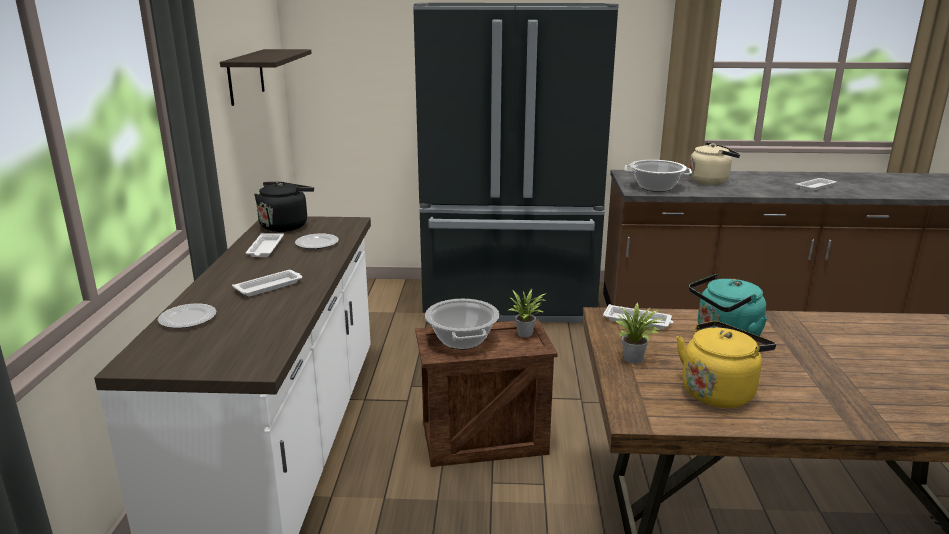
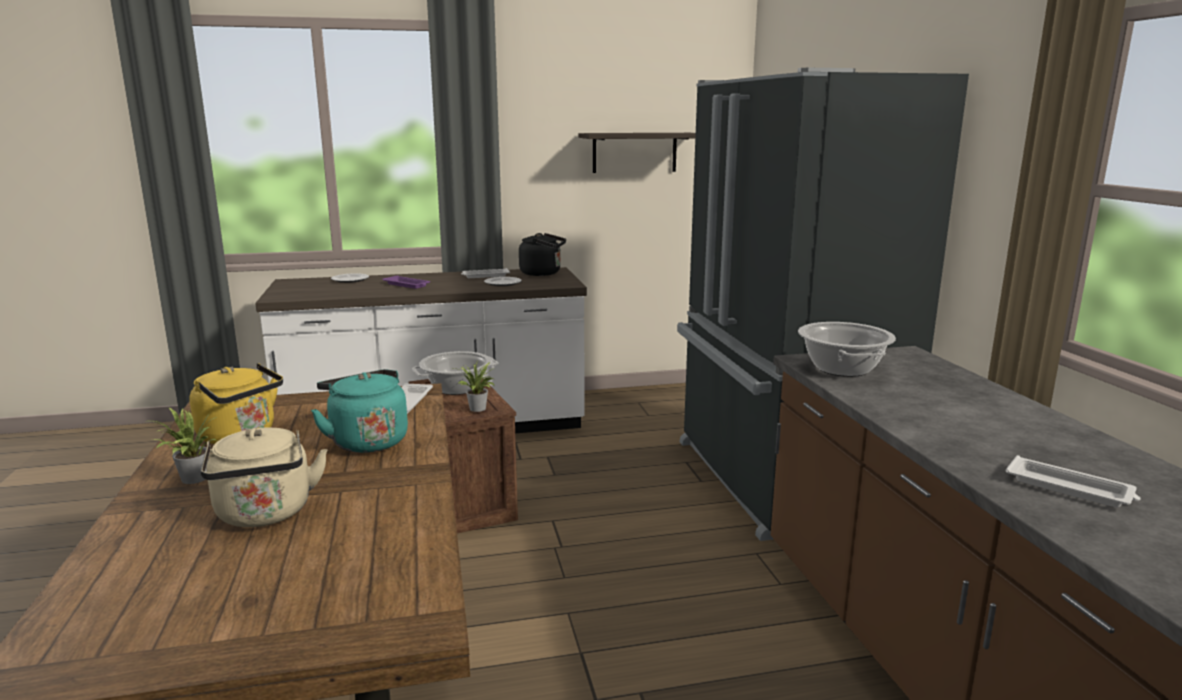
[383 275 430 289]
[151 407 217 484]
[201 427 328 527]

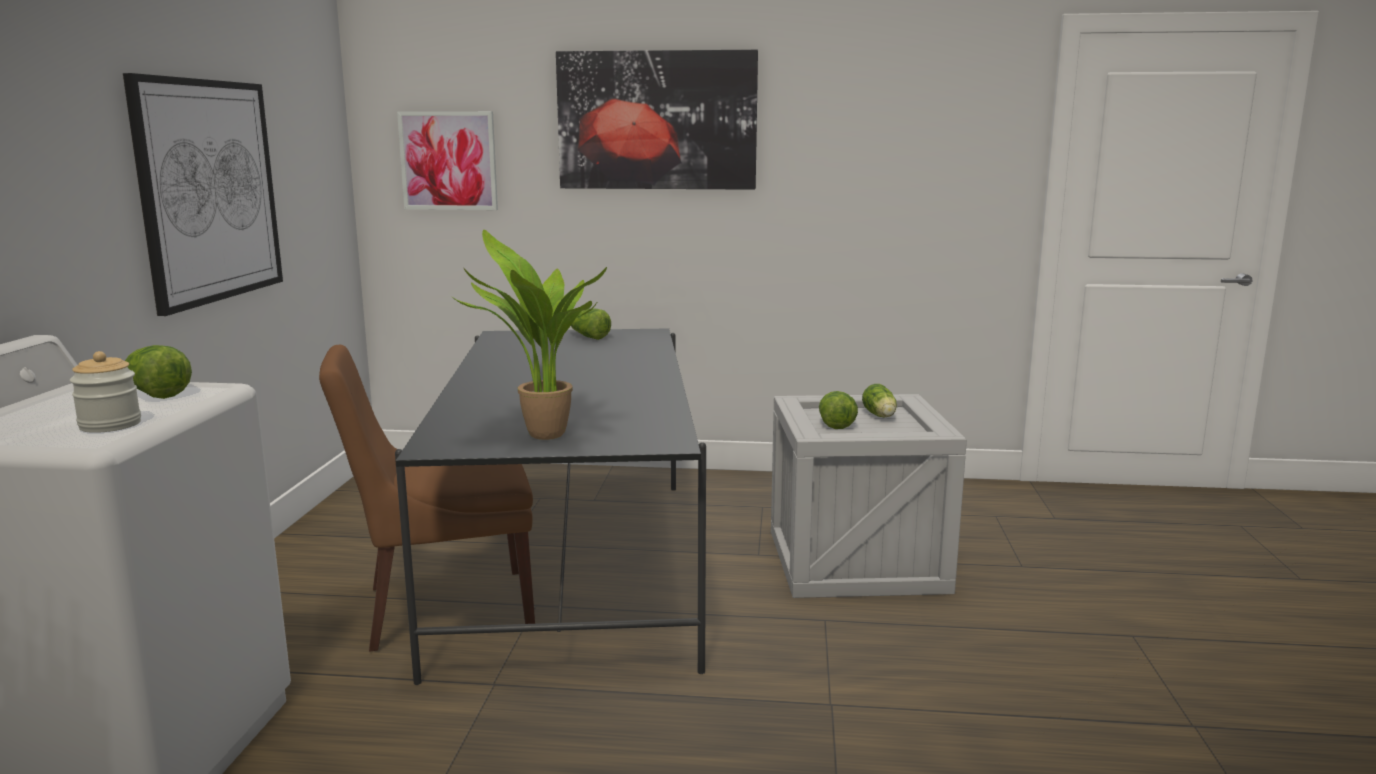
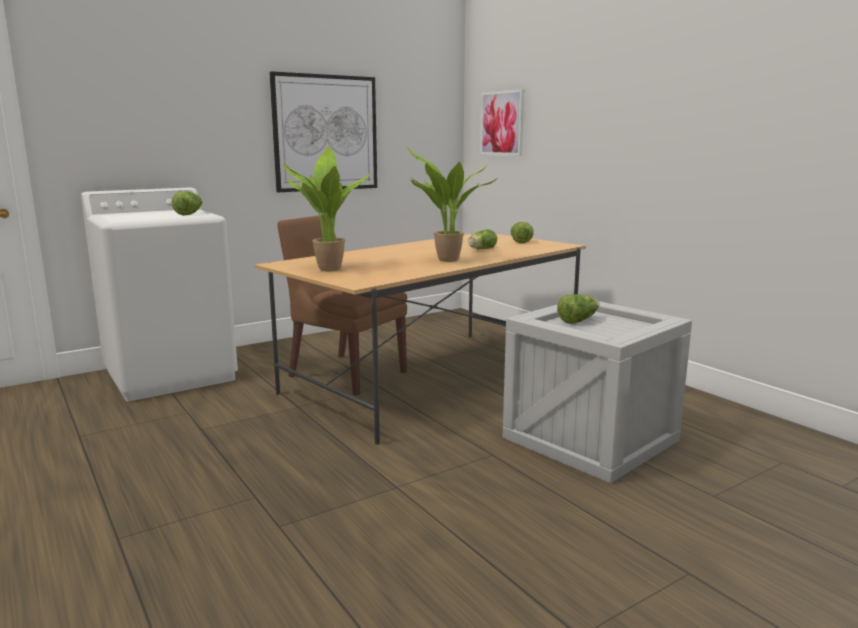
[70 351 141 433] (first image)
[255 233 586 445]
[556 50 758 190] (first image)
[468 229 497 249]
[407 147 497 262]

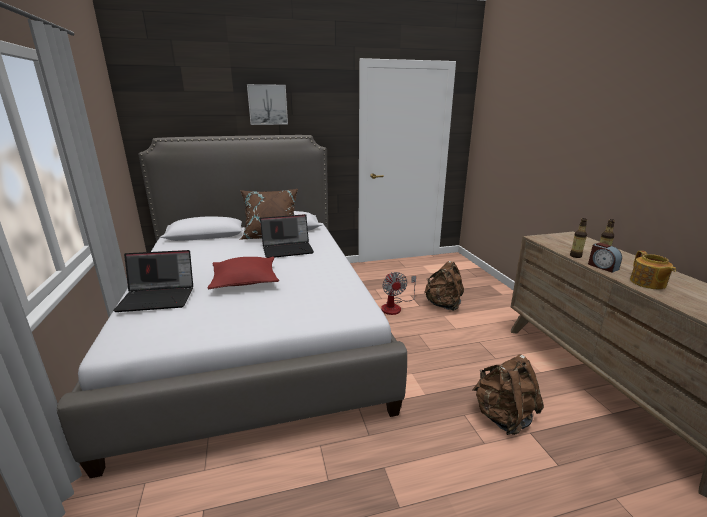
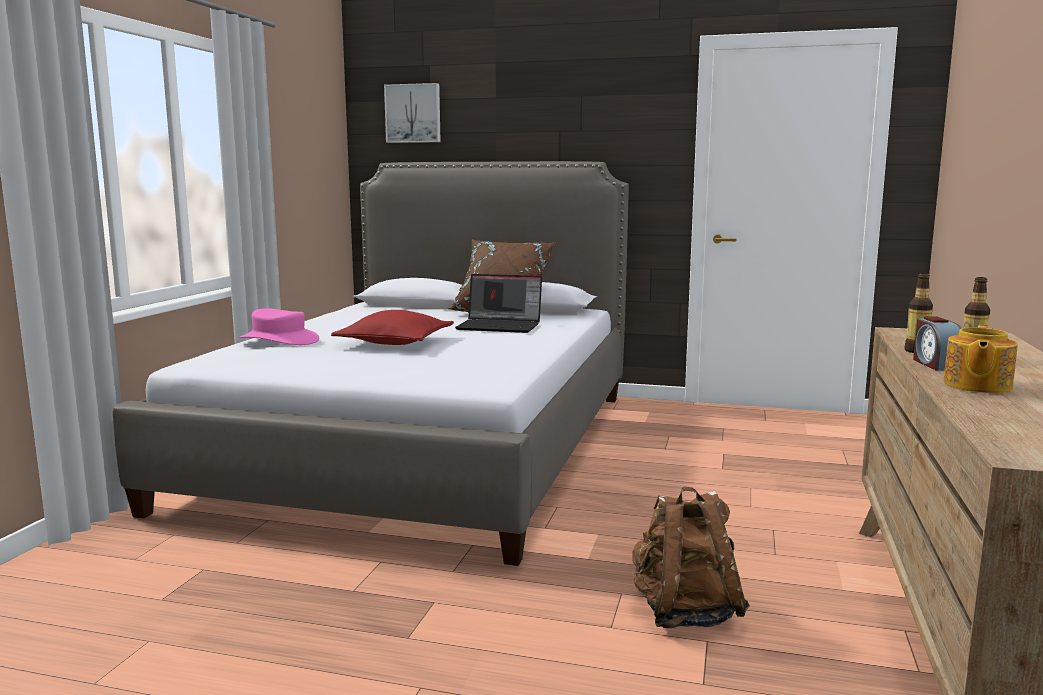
[238 308 319 345]
[384 83 441 143]
[381 272 416 315] (first image)
[424 261 464 311] (first image)

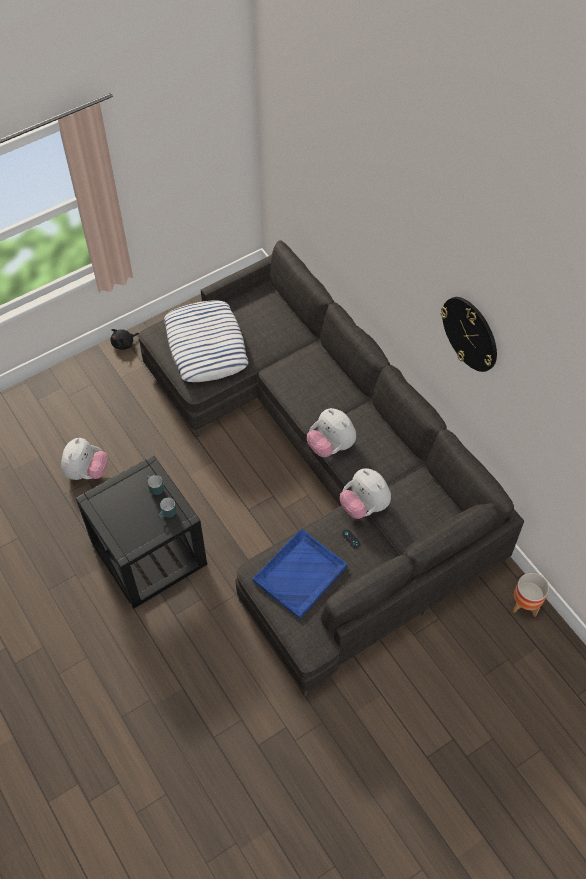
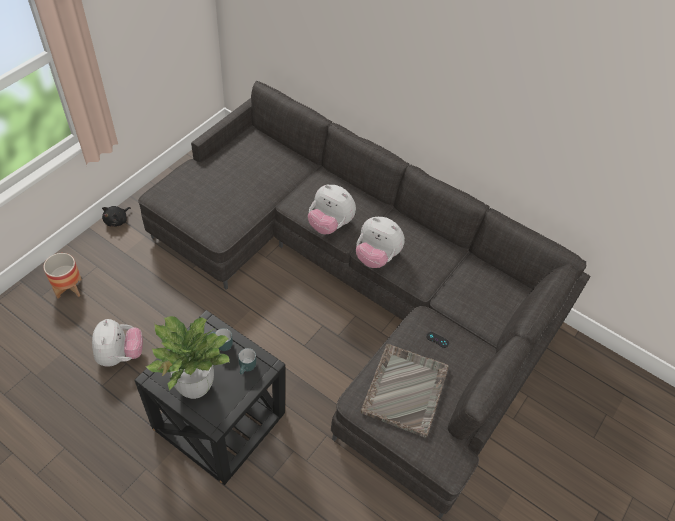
[164 300 249 382] (first image)
[361 344 449 438]
[308 184 356 234]
[441 297 497 372] (first image)
[43 253 82 299]
[146 316 230 399]

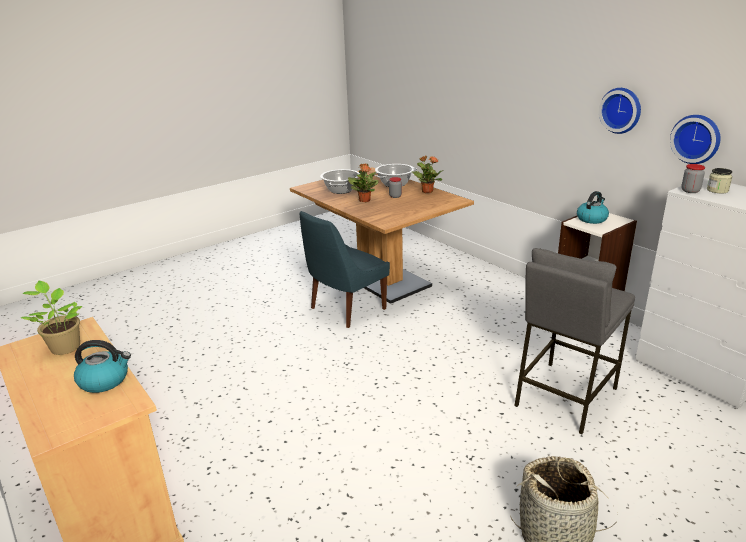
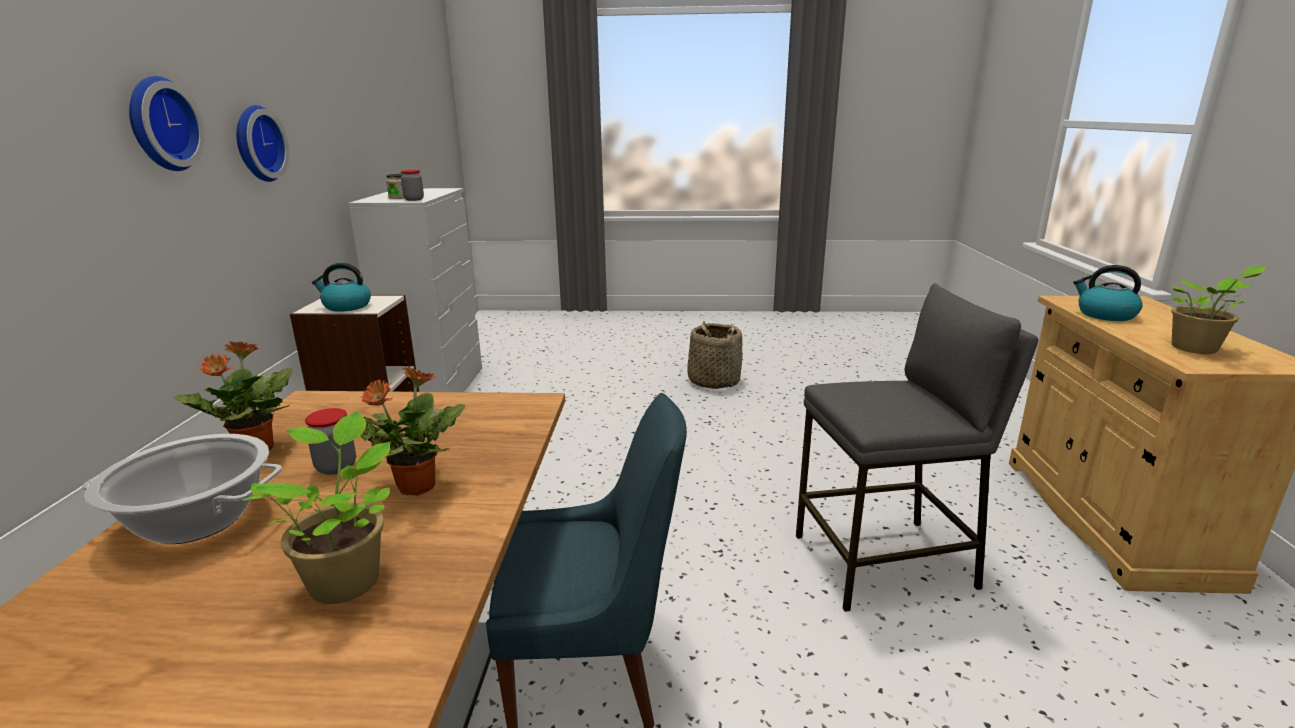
[242 411 391 604]
[796 283 1038 612]
[129 76 205 171]

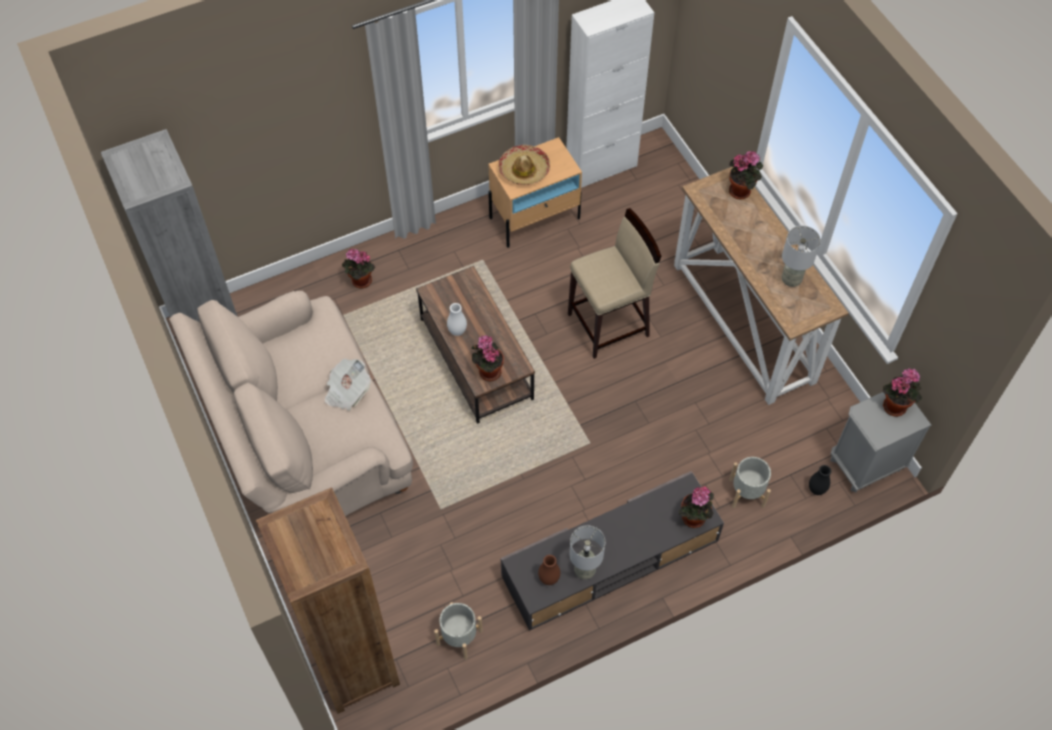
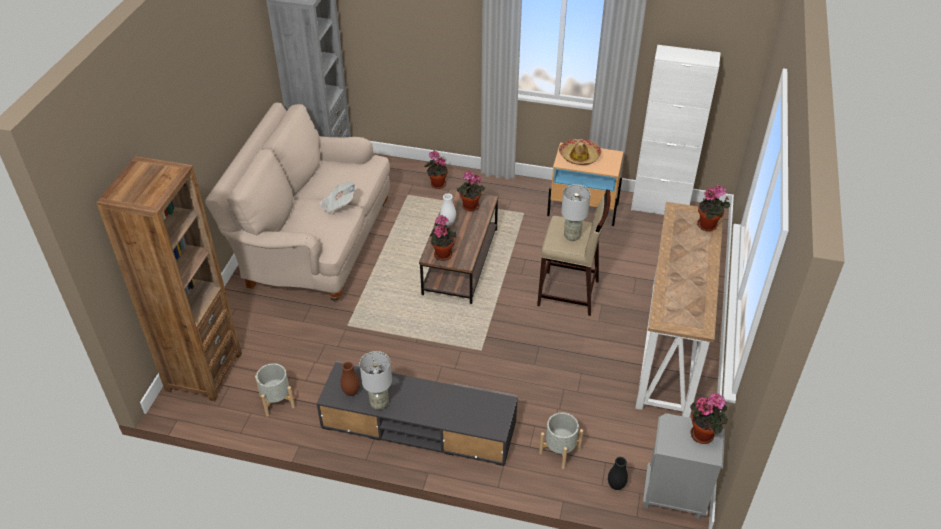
[457 171 485 211]
[561 184 591 241]

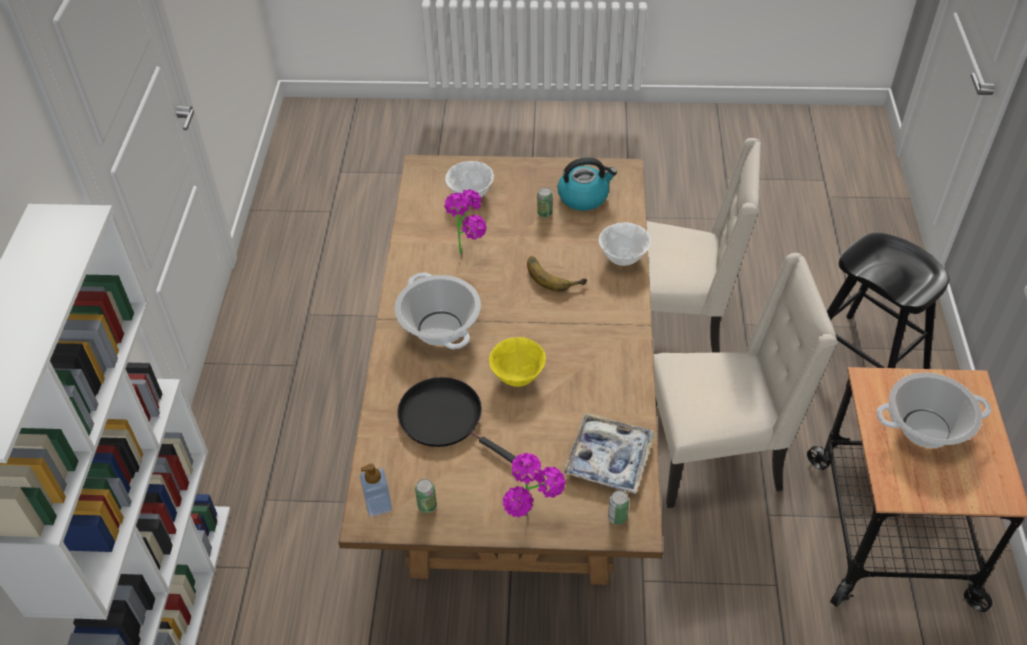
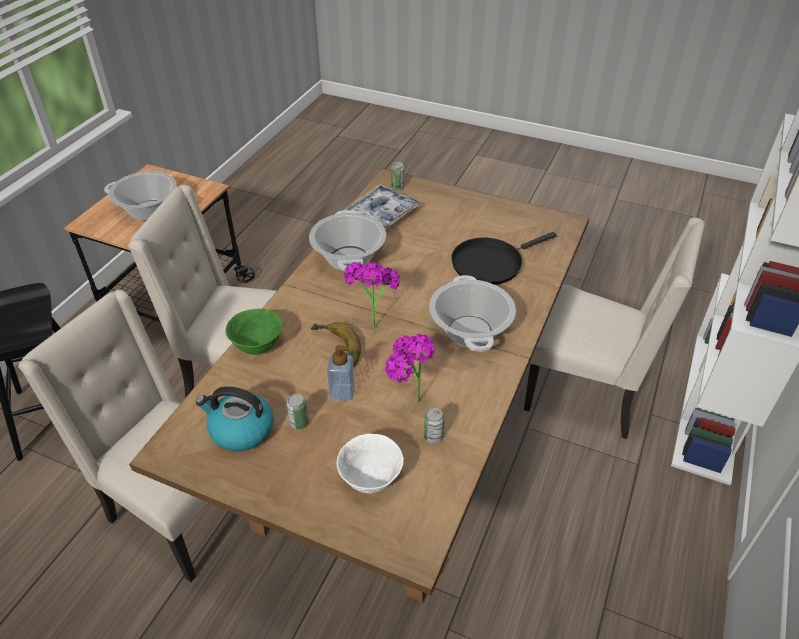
[327 345 355 401]
[451 232 557 285]
[424 408 444 444]
[489 337 546 387] (first image)
[343 262 400 329]
[226 309 283 355]
[309 210 386 271]
[524 217 705 439]

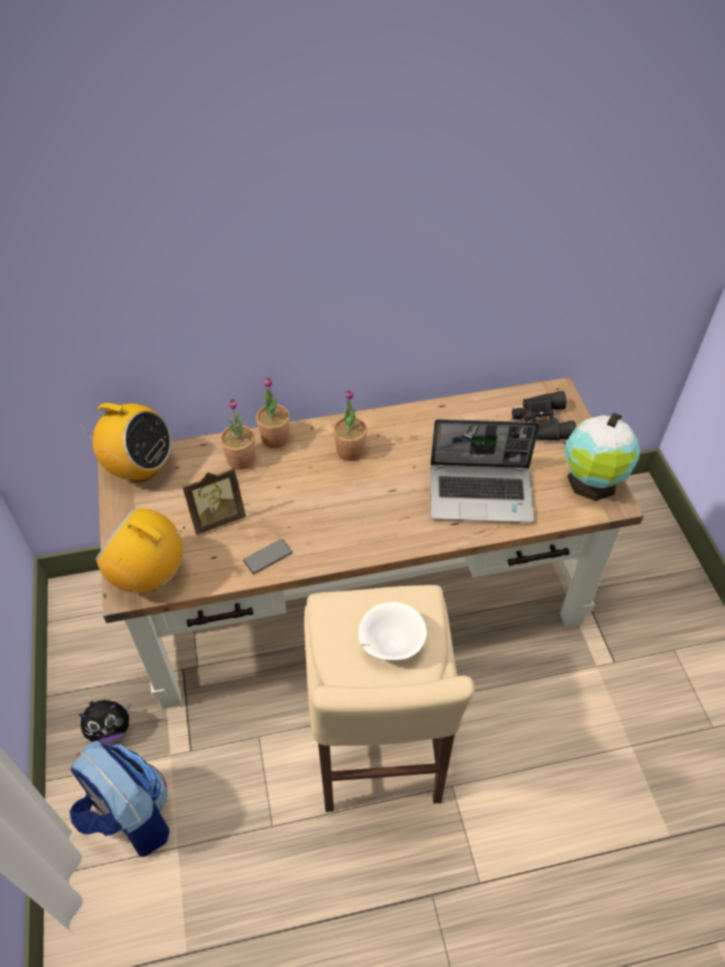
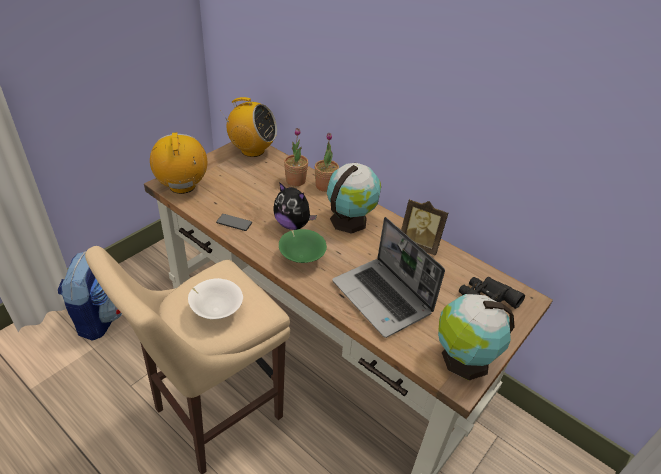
[220 97 277 157]
[273 182 317 230]
[401 199 449 256]
[327 163 381 234]
[279 229 327 263]

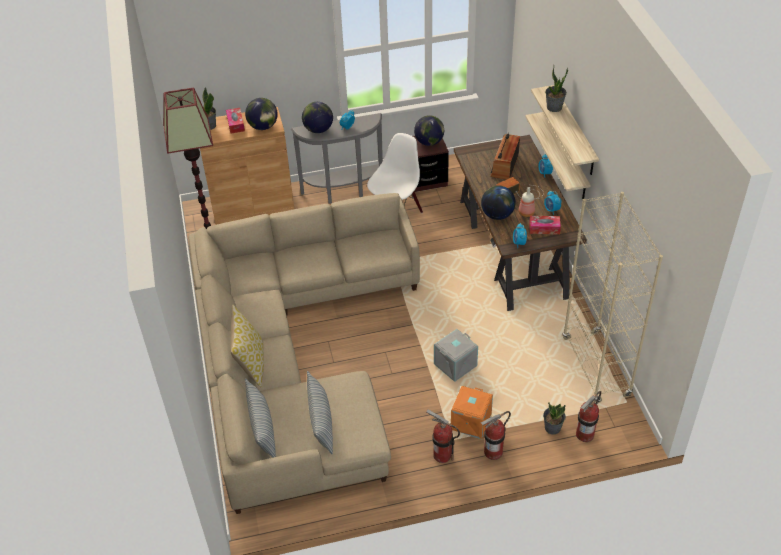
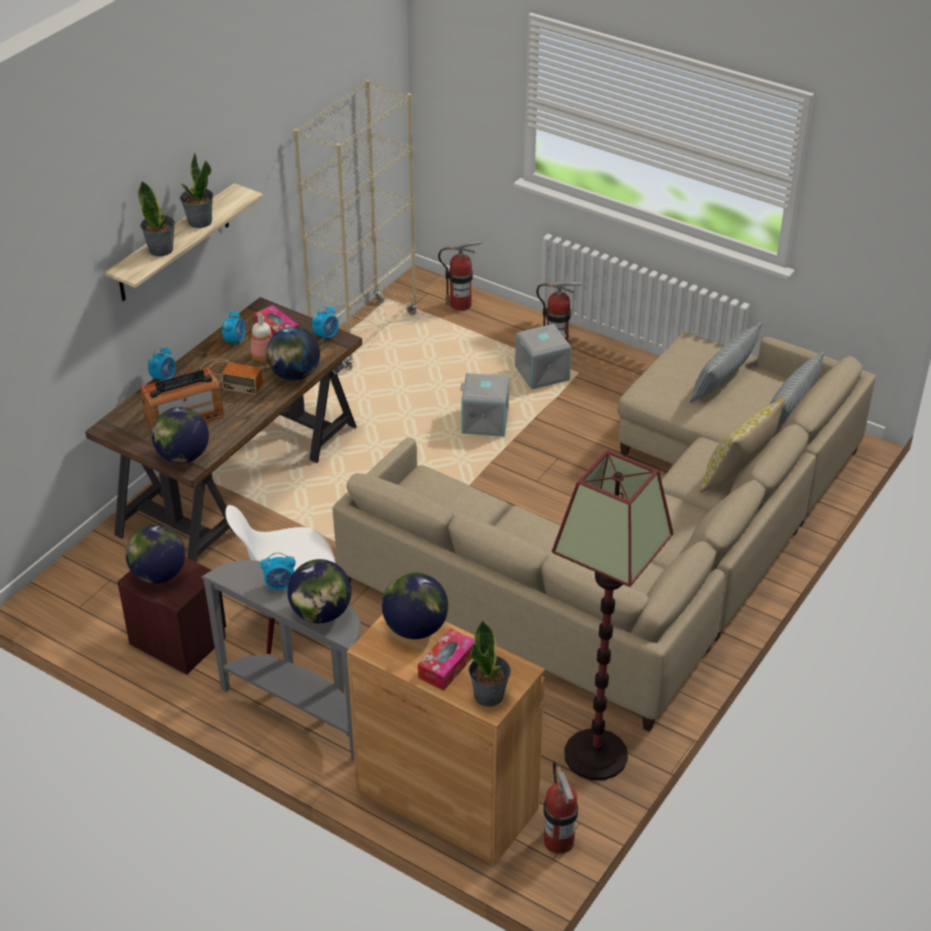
[543 760 578 854]
[515 324 572 390]
[525 112 591 199] (first image)
[180 152 213 228]
[152 407 209 463]

